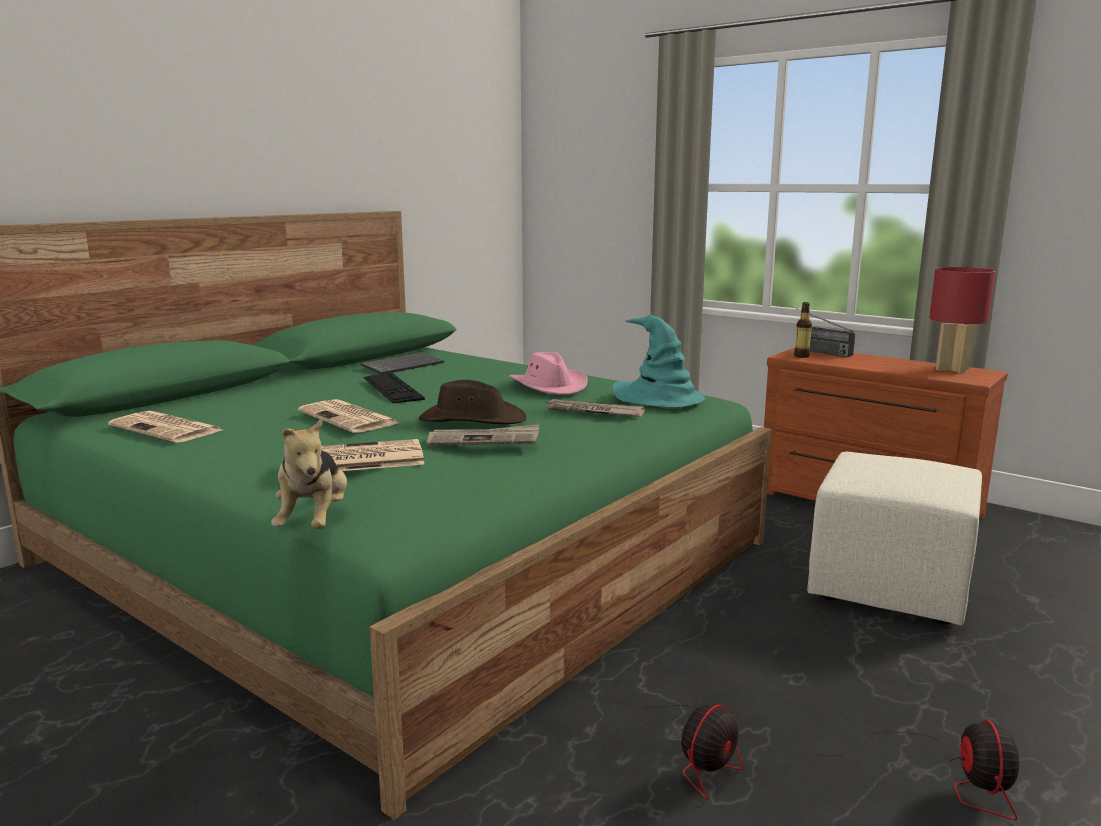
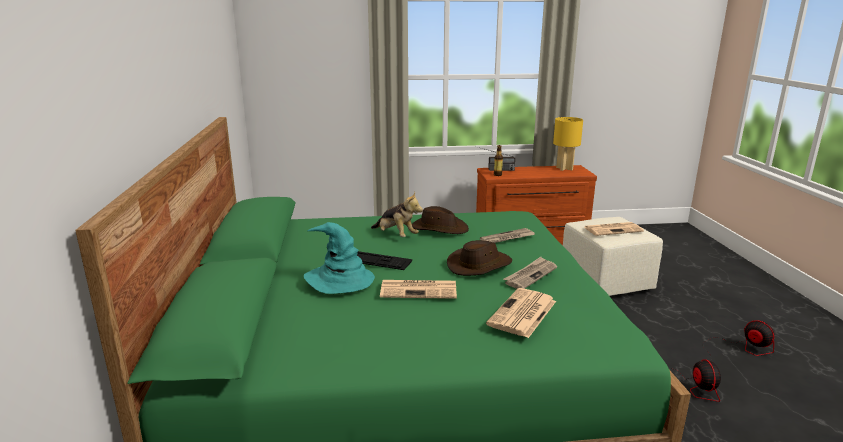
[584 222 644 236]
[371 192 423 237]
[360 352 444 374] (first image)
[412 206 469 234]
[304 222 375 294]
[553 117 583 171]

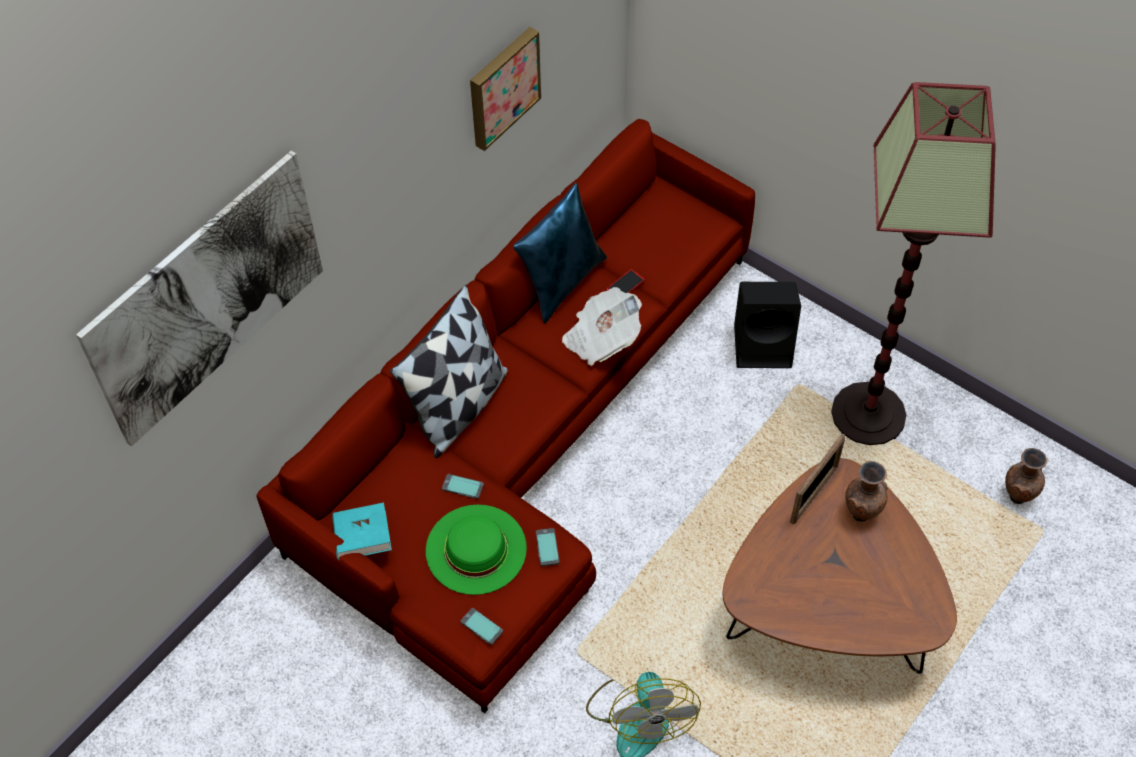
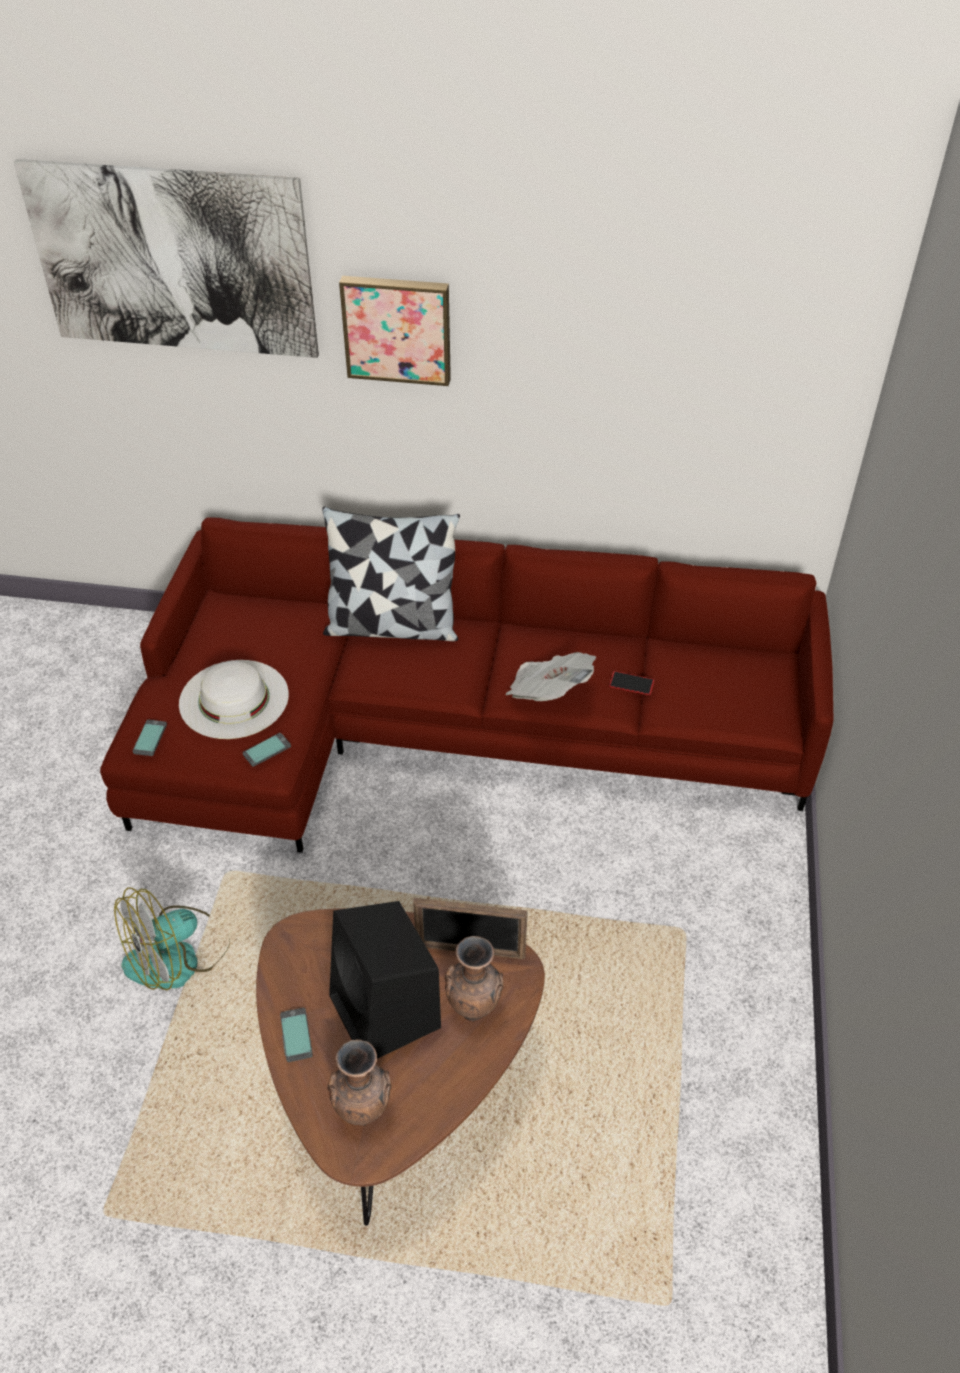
[332 503 392 560] (first image)
[179 660 289 739]
[280 1008 313 1062]
[339 276 451 386]
[513 183 607 323] (first image)
[329 901 441 1059]
[831 82 996 445] (first image)
[328 1039 391 1126]

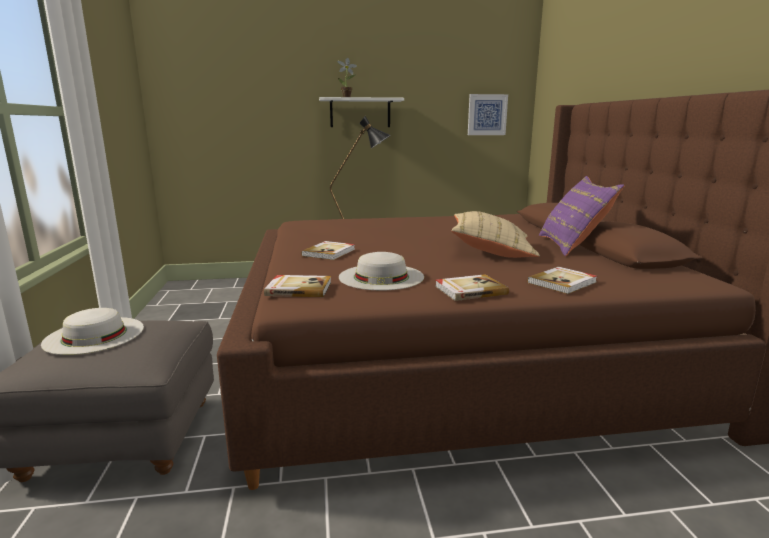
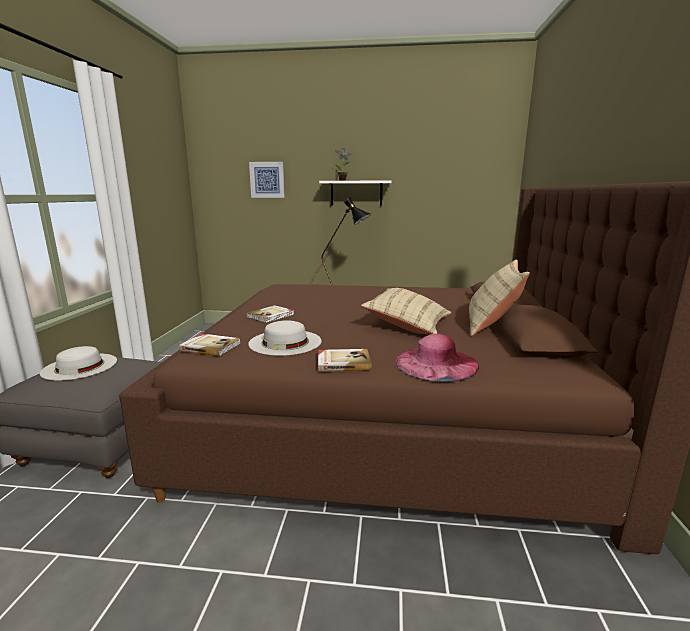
[249 162 285 198]
[396 334 479 382]
[469 259 530 336]

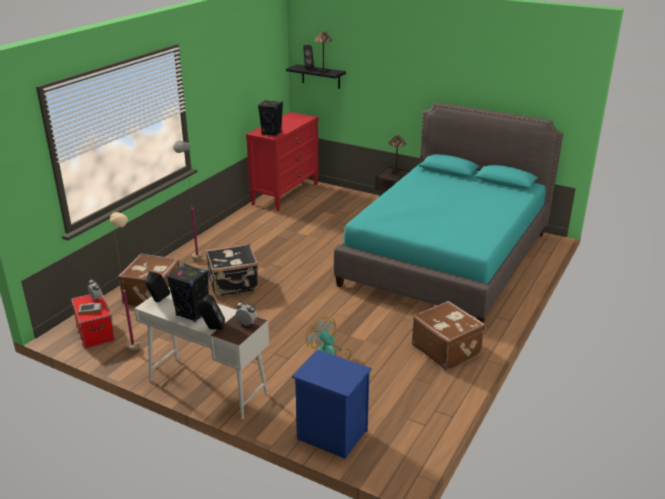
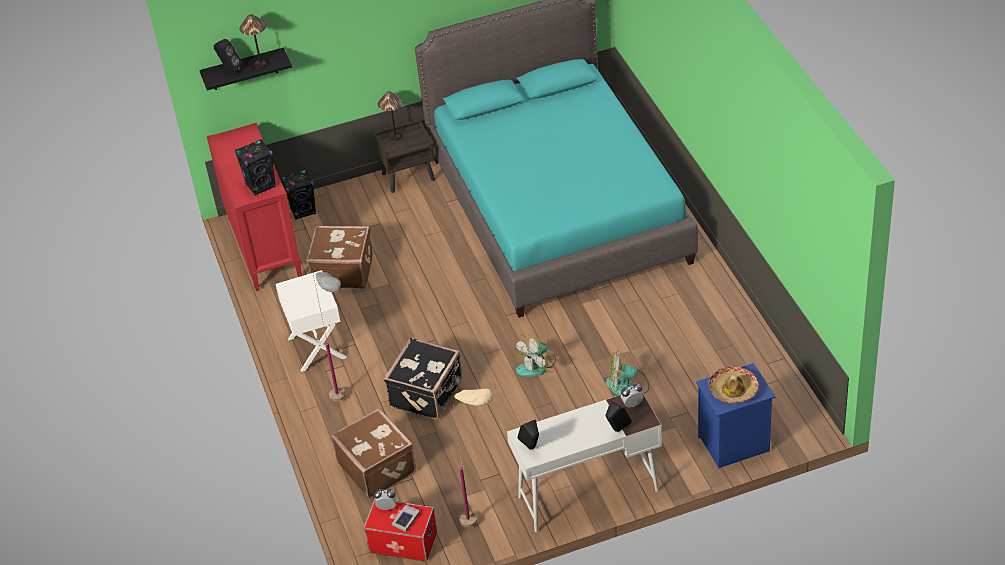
[281 169 316 220]
[307 226 373 288]
[276 270 347 372]
[515 335 556 377]
[708 366 759 404]

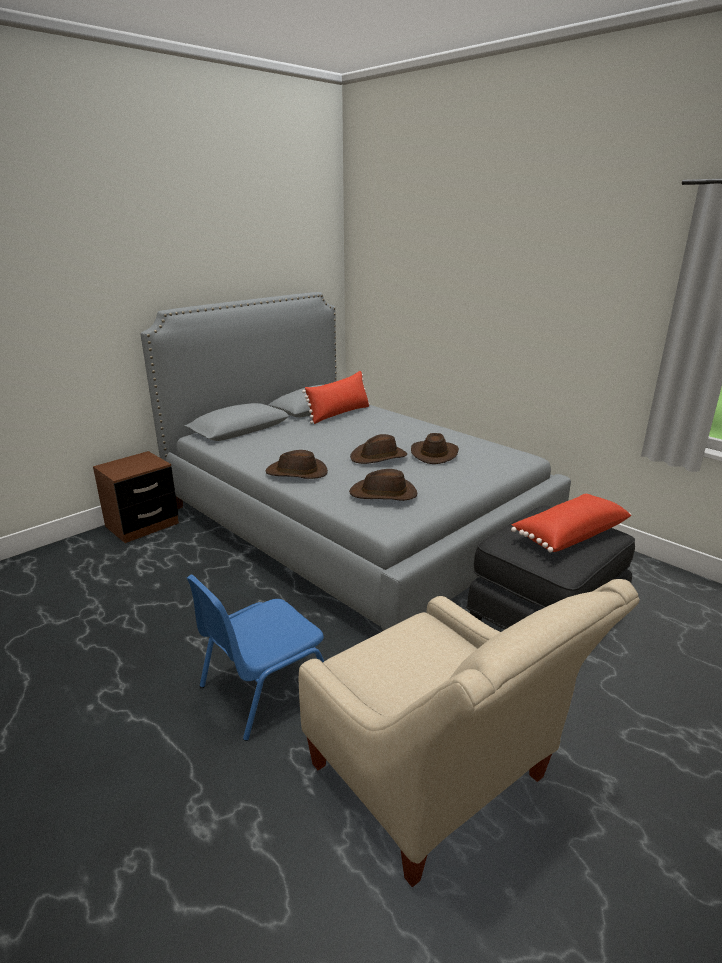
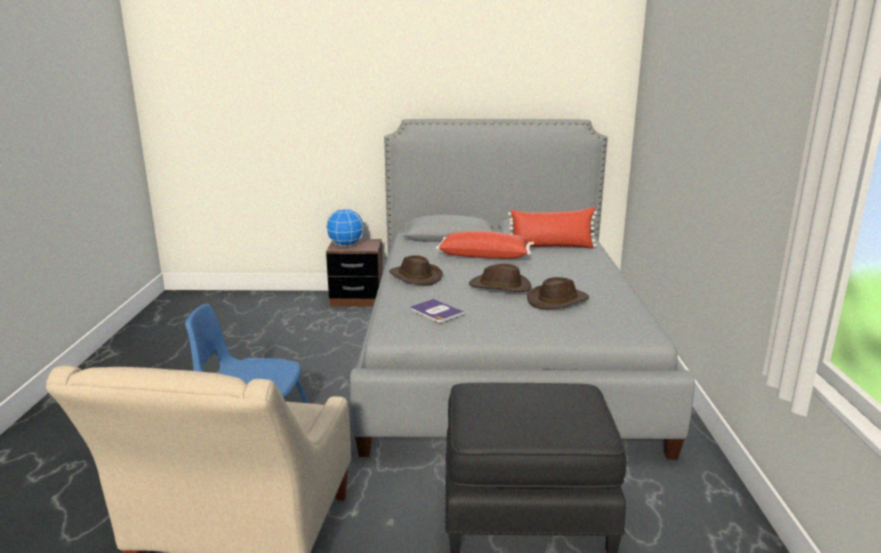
[411 299 464 323]
[436 231 534 259]
[326 208 364 246]

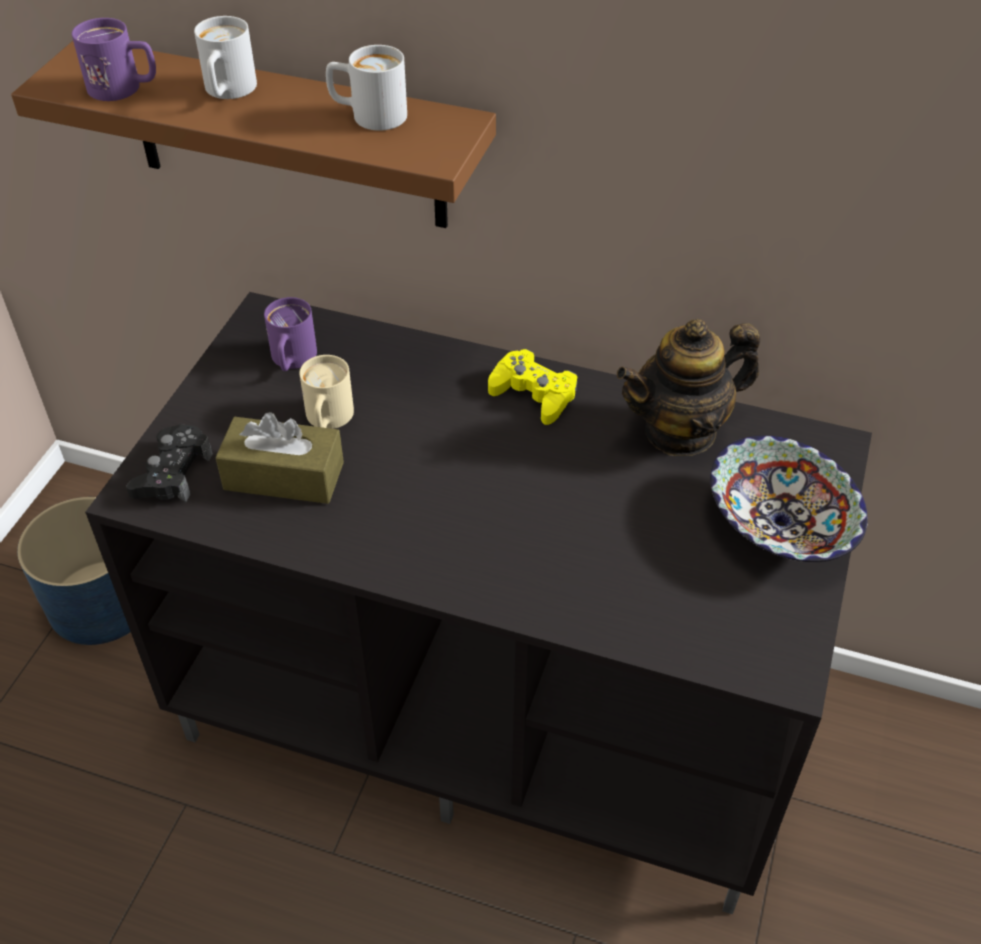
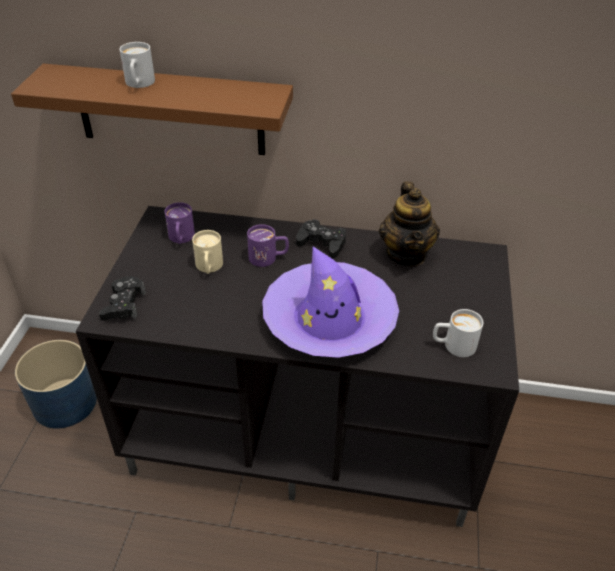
[247 224 289 267]
[215 412 344 504] (first image)
[433 309 483 357]
[296 219 346 258]
[379 181 440 267]
[710 435 868 562] (first image)
[262 247 399 358]

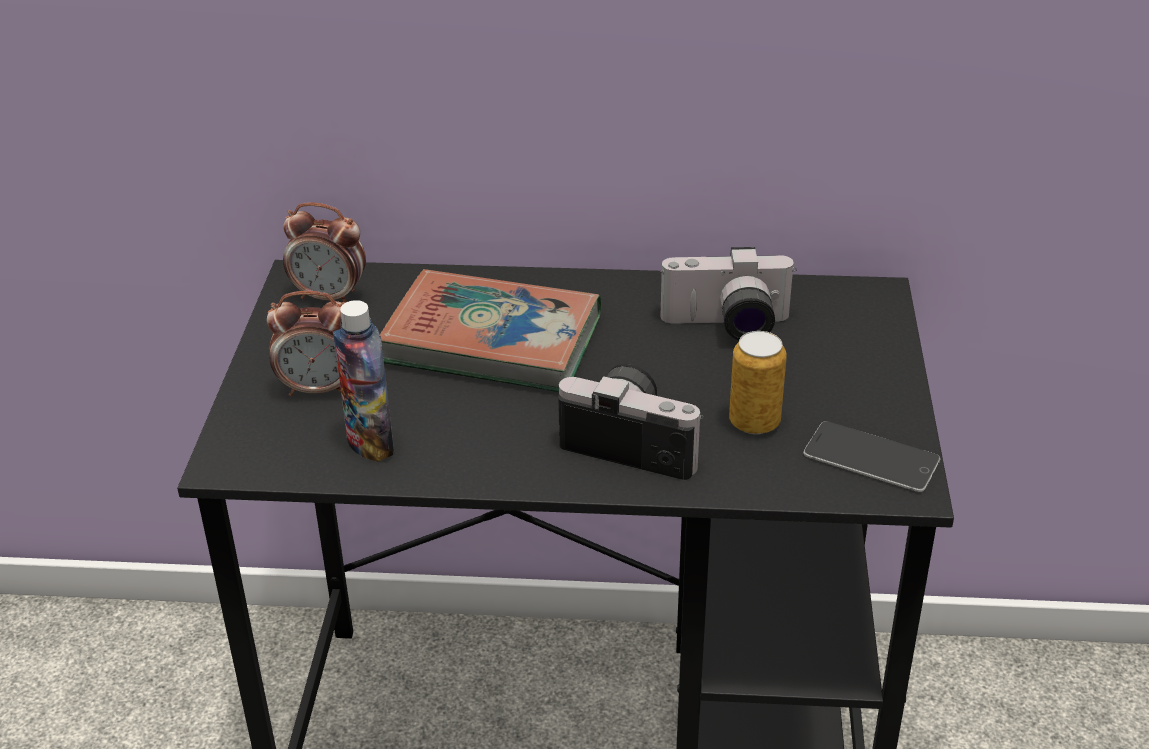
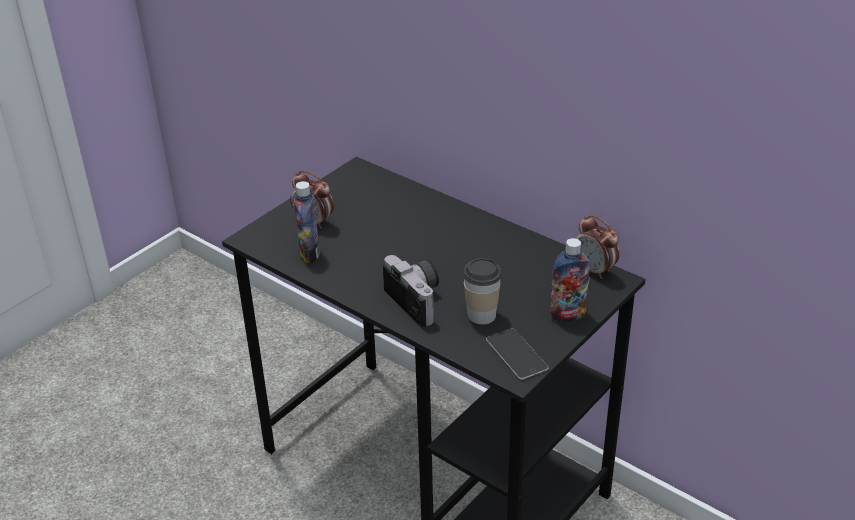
[575 215 620 279]
[380 269 601 392] (first image)
[660 247 797 340] (first image)
[463 258 502 325]
[550 238 591 322]

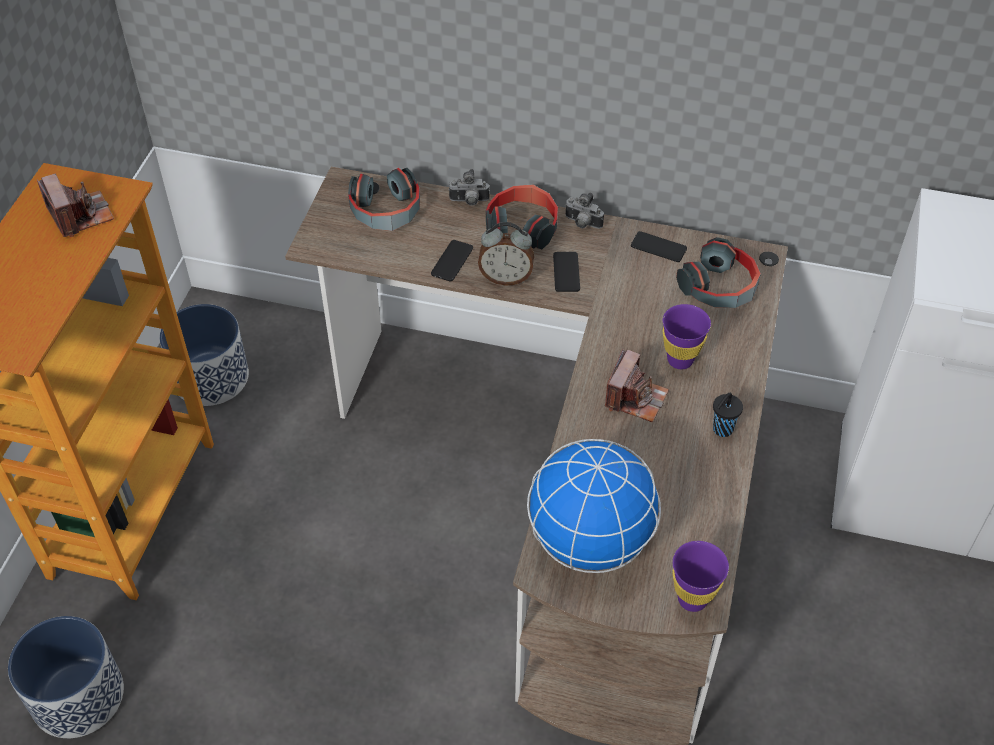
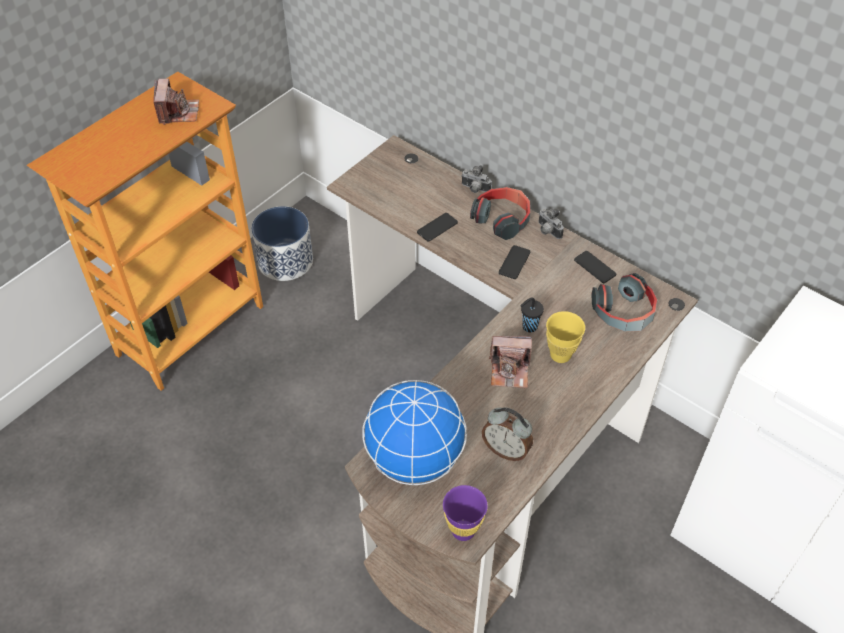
[8 616 124 738] (first image)
[348 168 420 231] (first image)
[482 408 533 461]
[489 336 532 388]
[546 311 585 363]
[520 298 544 332]

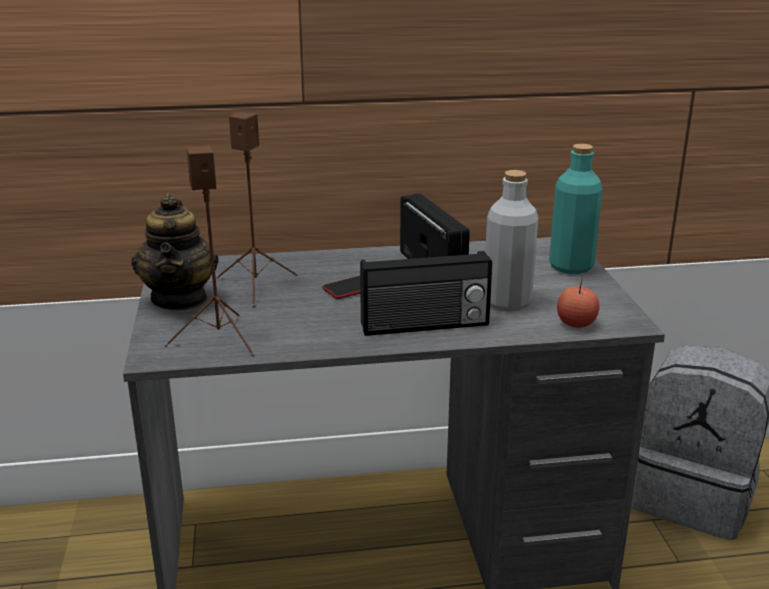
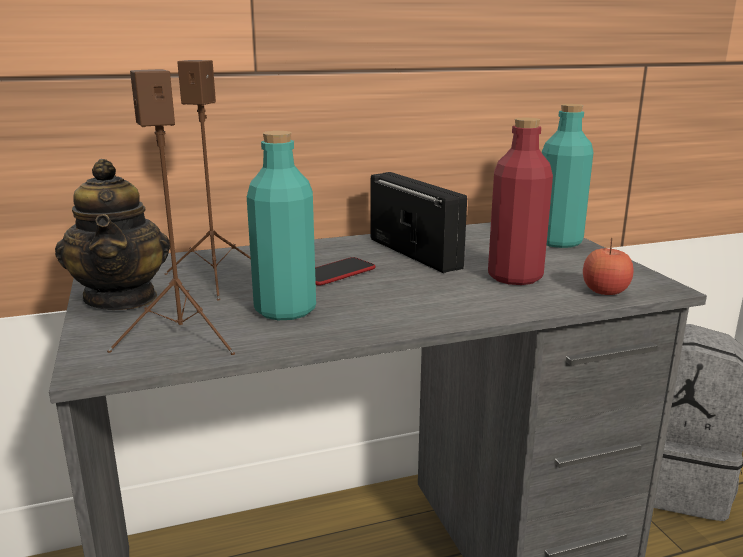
[360 251 492 336] (first image)
[488 118 553 285]
[247 131 316 320]

